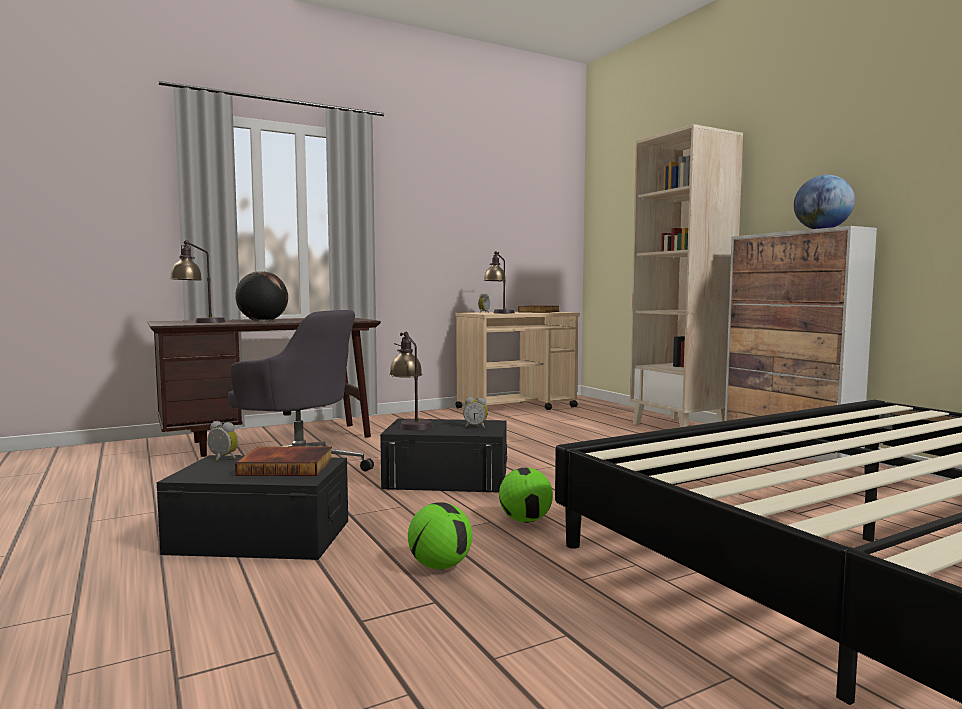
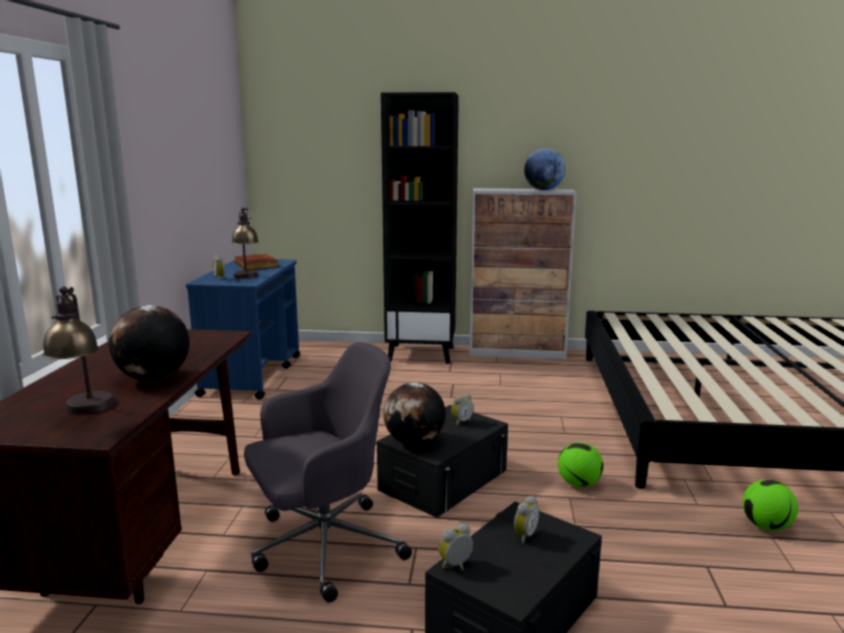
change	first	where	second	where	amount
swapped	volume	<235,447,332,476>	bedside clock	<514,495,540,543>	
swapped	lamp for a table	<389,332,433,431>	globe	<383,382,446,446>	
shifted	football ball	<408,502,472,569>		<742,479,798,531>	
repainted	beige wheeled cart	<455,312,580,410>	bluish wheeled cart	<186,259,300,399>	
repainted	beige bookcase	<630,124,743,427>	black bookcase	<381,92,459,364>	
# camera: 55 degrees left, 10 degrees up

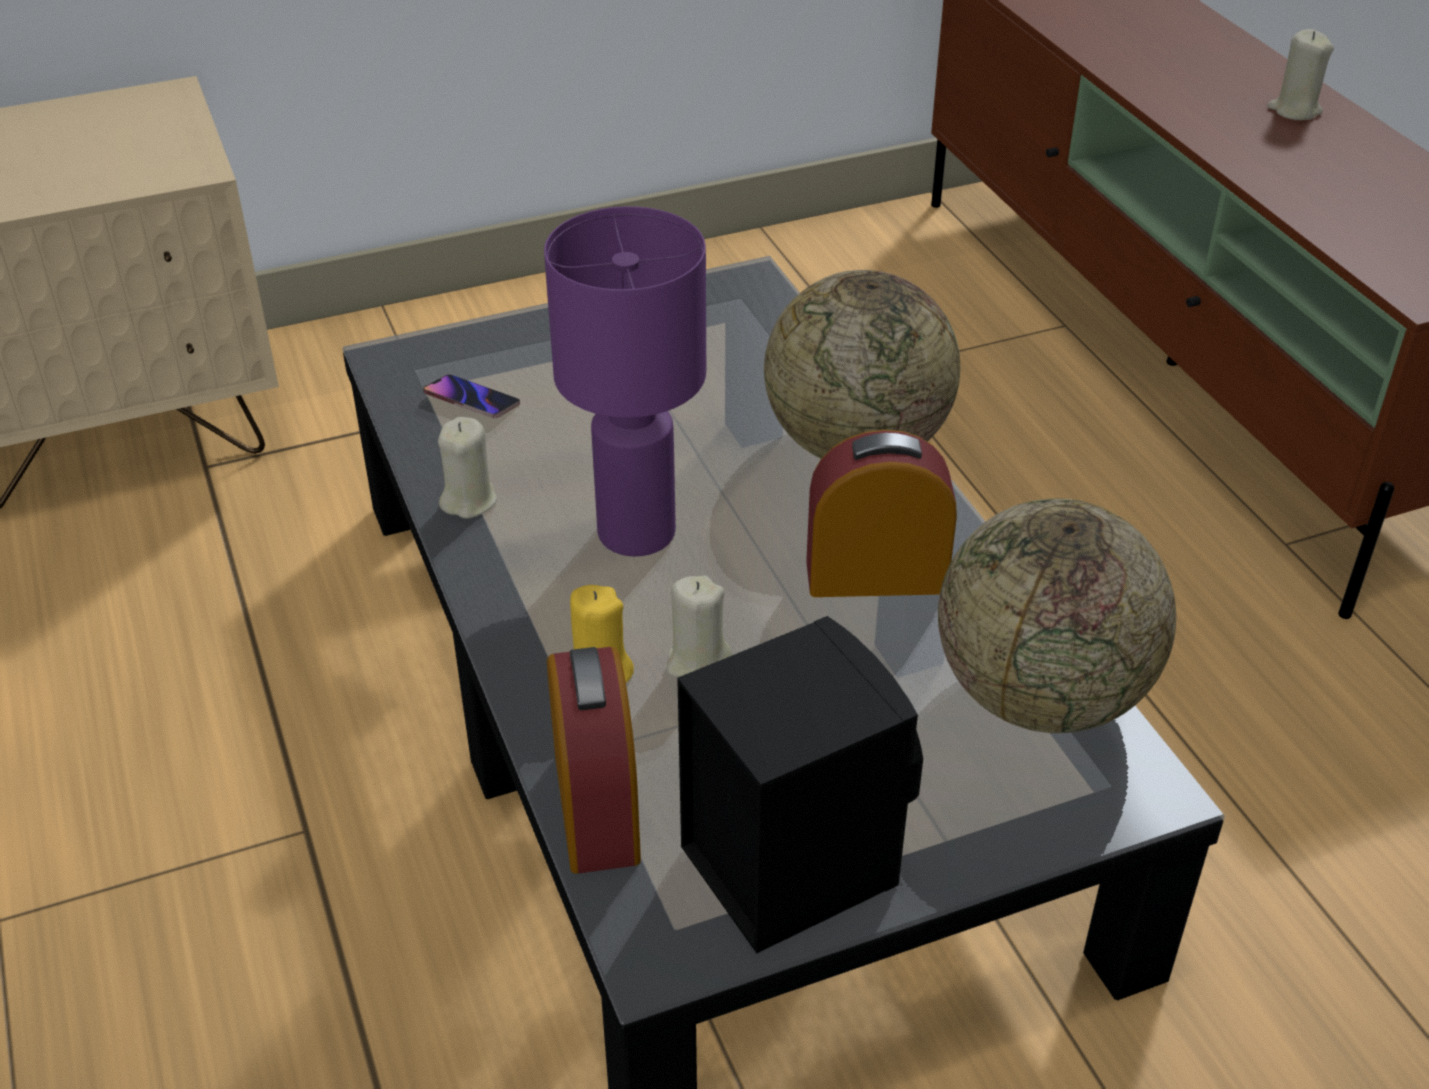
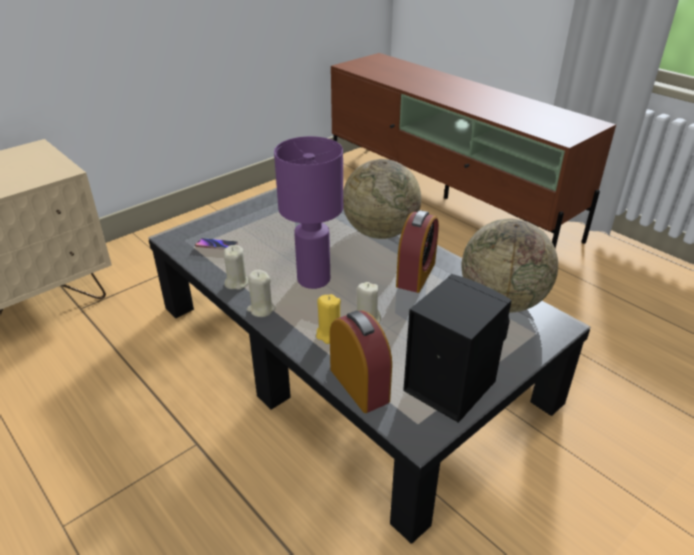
change	first	where	second	where	amount
rotated	bedside clock	<806,430,957,597>		<396,210,439,293>	135 degrees clockwise
shifted	beige wax light	<1267,29,1334,120>		<247,270,276,317>	
# camera: 20 degrees left, 5 degrees down

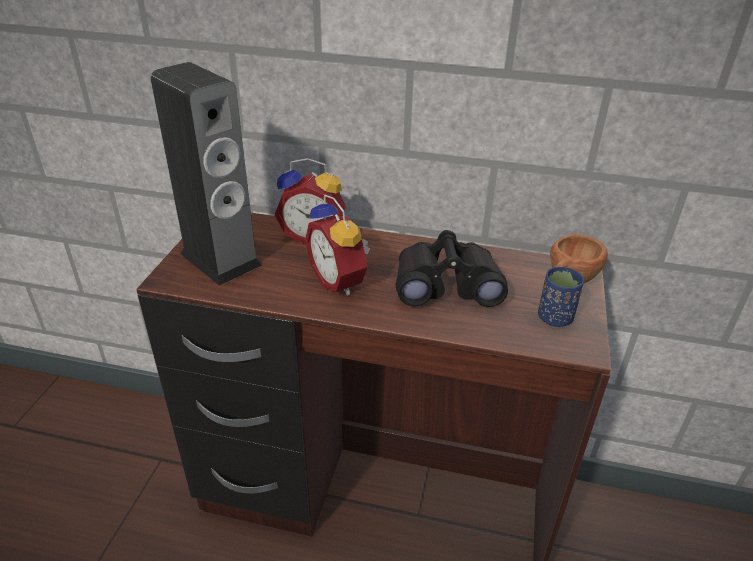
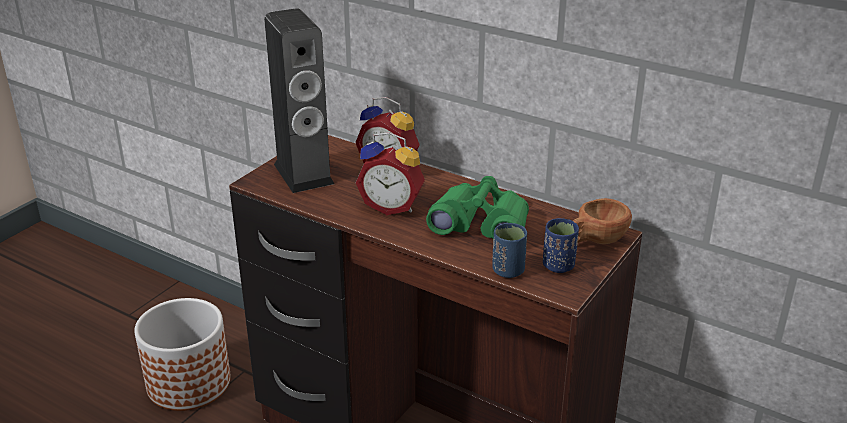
change	first	where	second	where	amount
rotated	bedside clock	<305,194,370,296>		<356,132,425,215>	60 degrees counterclockwise
repainted	black pair of binoculars	<395,230,508,307>	green pair of binoculars	<426,176,529,239>	
new			plant pot	<134,298,230,411>	
new			bluish drinking cup	<492,223,527,278>	
# camera: 20 degrees right, 5 degrees down

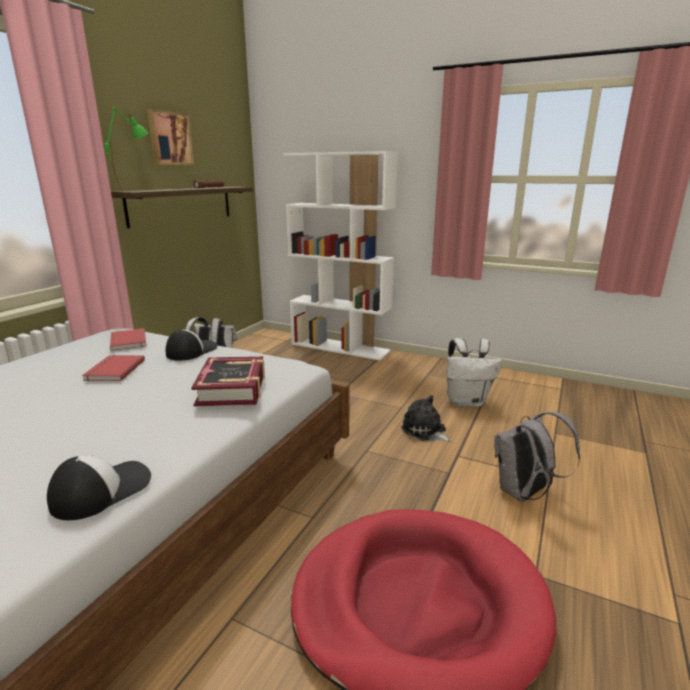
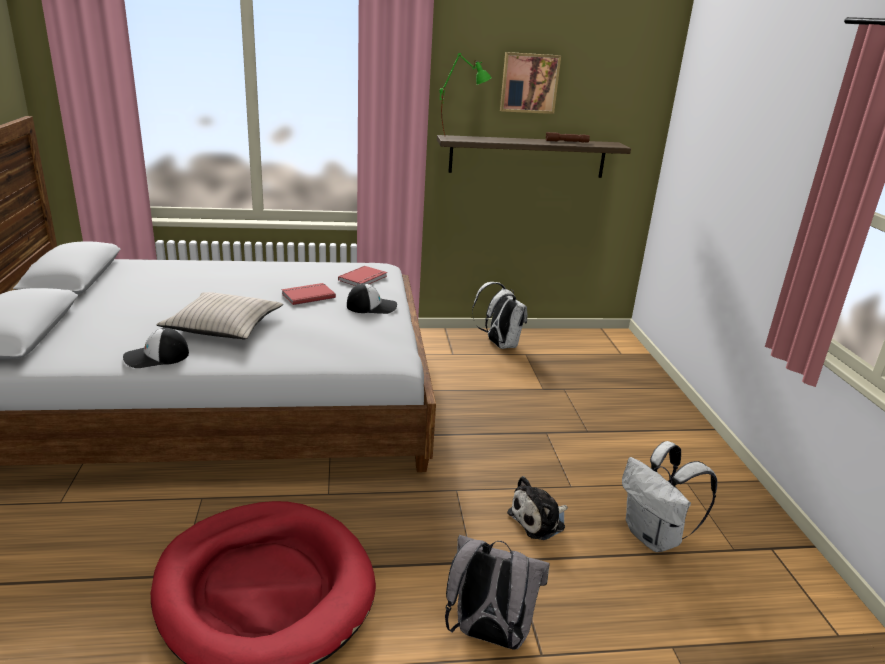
change	first	where	second	where	amount
rotated	peaked cap	<47,455,151,520>		<123,328,189,368>	150 degrees clockwise
gone	volume	<191,356,265,406>			
gone	white-coloured bookcase	<283,151,398,360>			
rotated	soft toy	<401,395,452,442>		<507,476,568,540>	135 degrees counterclockwise
new			beige throw pillow	<156,292,283,339>	
# camera: 55 degrees right, 5 degrees up

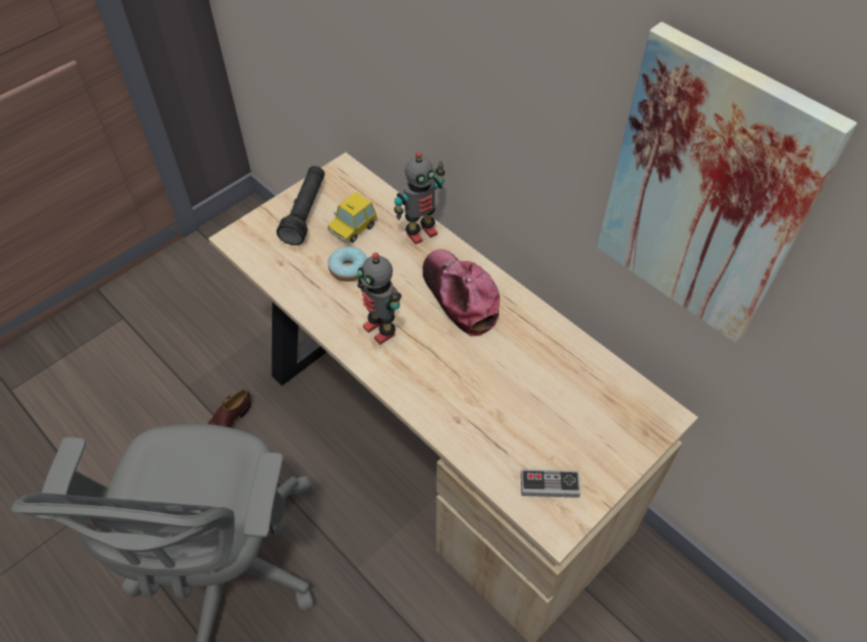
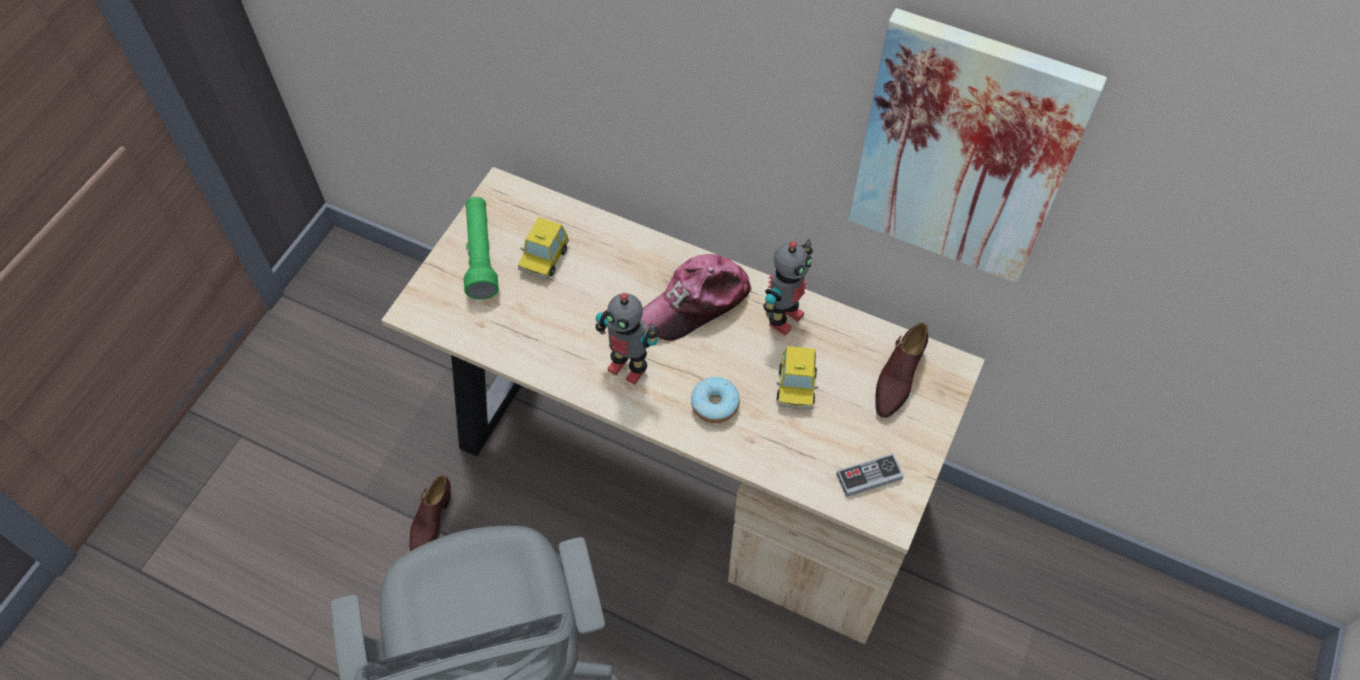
change	first	where	second	where	amount
repainted	black hand torch	<276,166,325,245>	green hand torch	<464,197,499,300>	
shifted	donut	<328,247,367,282>		<691,377,740,423>	
shifted	robot figure	<394,152,445,245>		<763,239,813,336>	
rotated	peaked cap	<423,249,500,336>		<641,254,752,341>	75 degrees counterclockwise
new			miniature car	<776,346,818,409>	
new			brown-coloured item of footwear	<875,322,928,418>	
# camera: 20 degrees left, 5 degrees up

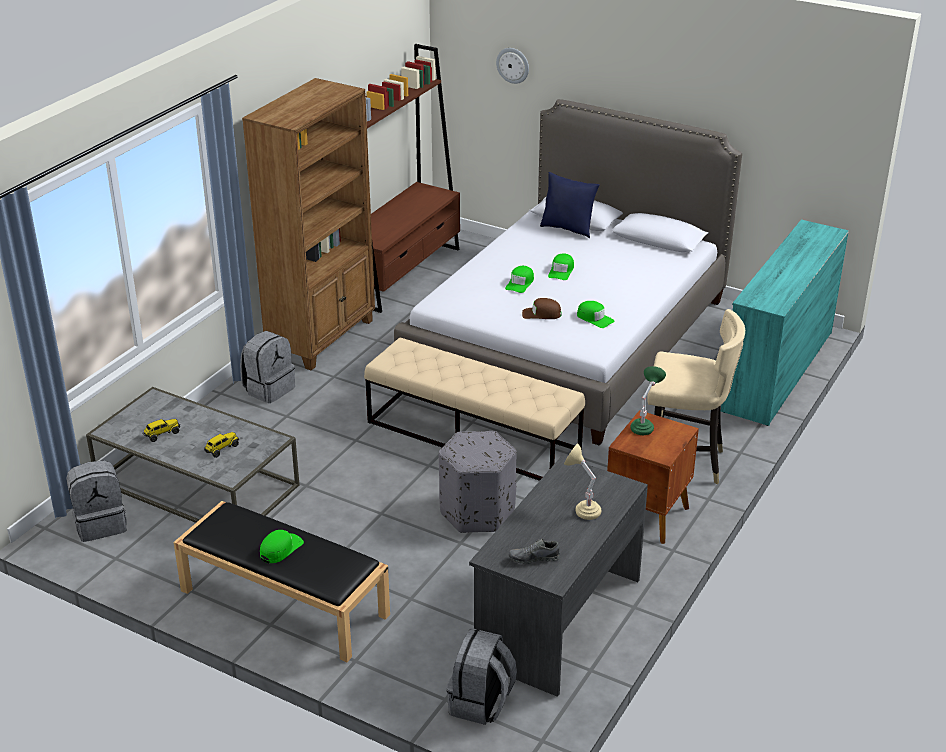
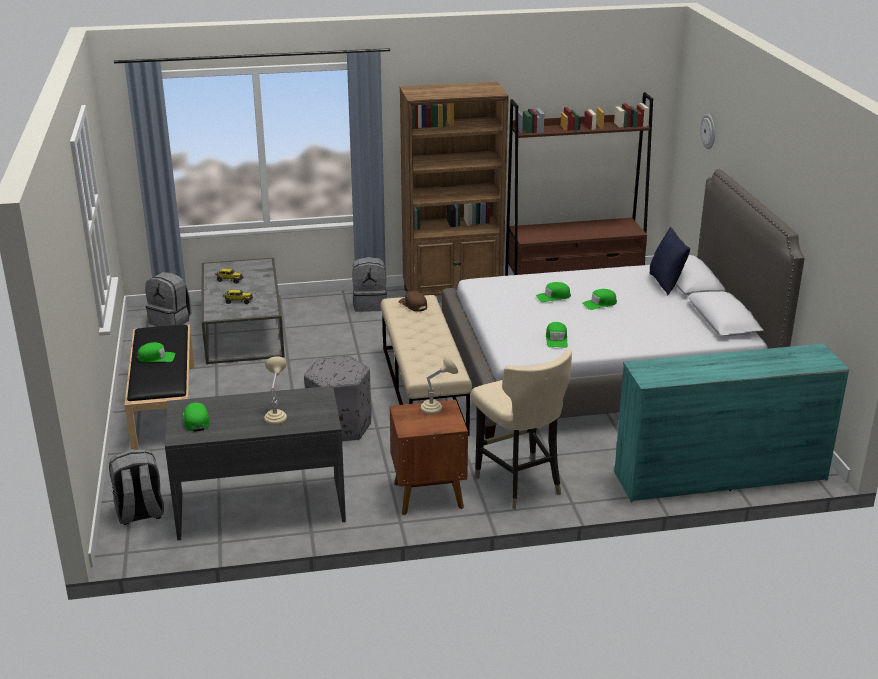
change	first	where	second	where	amount
swapped	grey item of footwear	<509,539,560,564>	green peaked cap	<183,403,210,432>	
shifted	brown-coloured peaked cap	<522,298,562,319>		<398,291,427,312>	
repainted	green lamp for a table	<630,366,666,435>	beige lamp for a table	<421,355,458,415>	
# camera: 50 degrees right, 5 degrees down

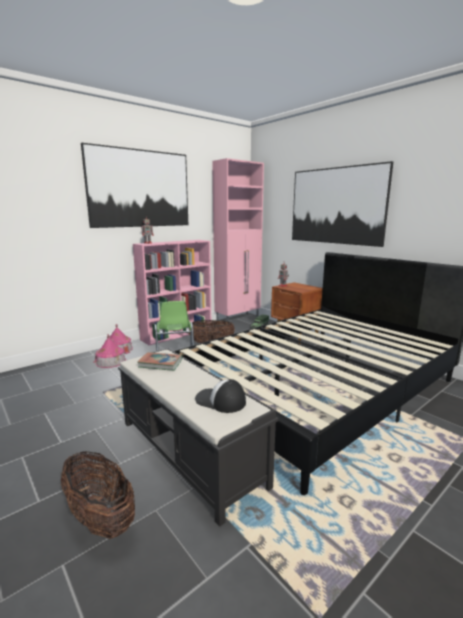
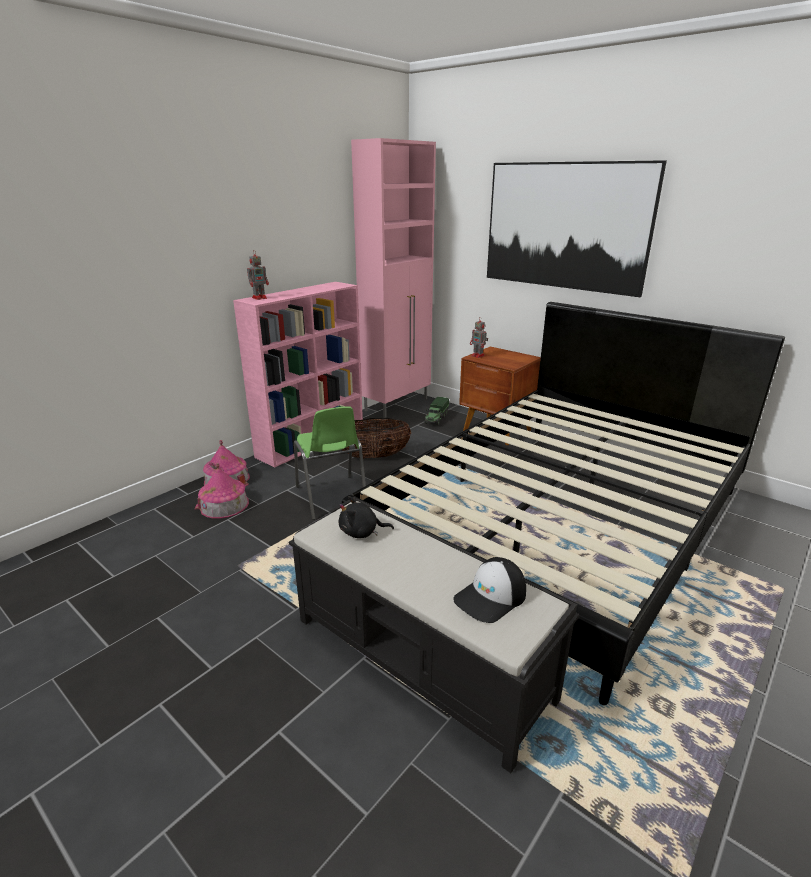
change	first	where	second	where	amount
gone	storage basket	<61,451,135,539>			
gone	picture	<81,143,188,228>			
swapped	volume	<137,352,182,371>	black soft toy	<339,496,394,538>	
rotated	peaked cap	<195,379,246,413>		<453,557,526,623>	60 degrees counterclockwise
# camera: 10 degrees left, 10 degrees up

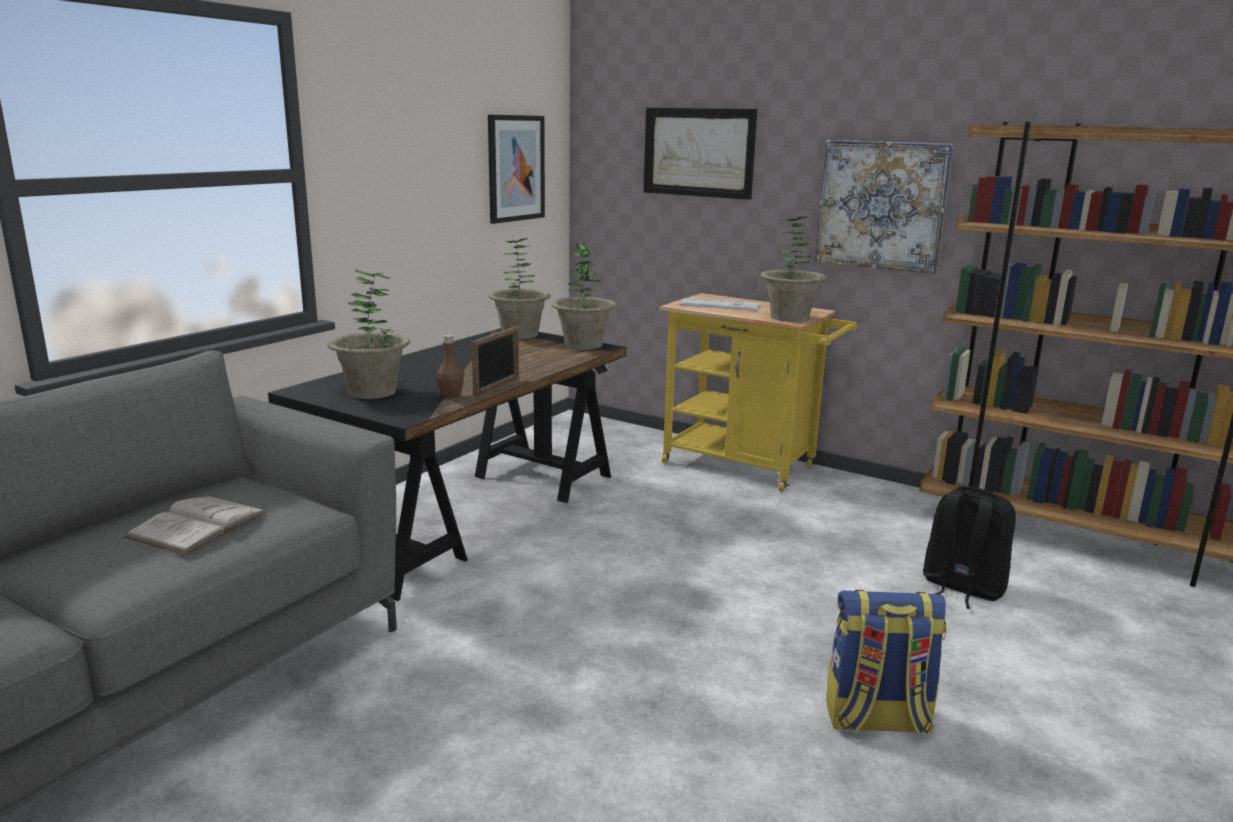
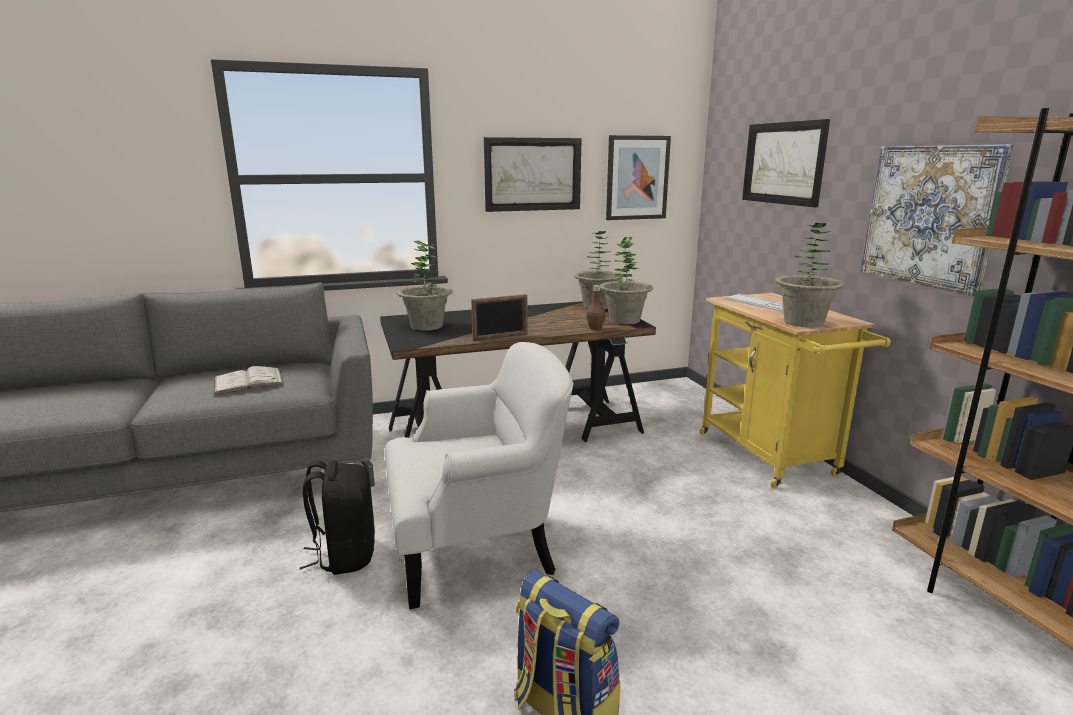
change	first	where	second	where	amount
shifted	brown-coloured bottle	<436,335,464,399>		<586,285,606,330>	
shifted	black knapsack	<923,486,1016,609>		<300,460,375,575>	
new			white-coloured lounge chair	<385,342,573,609>	
new			picture	<484,137,582,212>	
# camera: 40 degrees right, 0 degrees up

